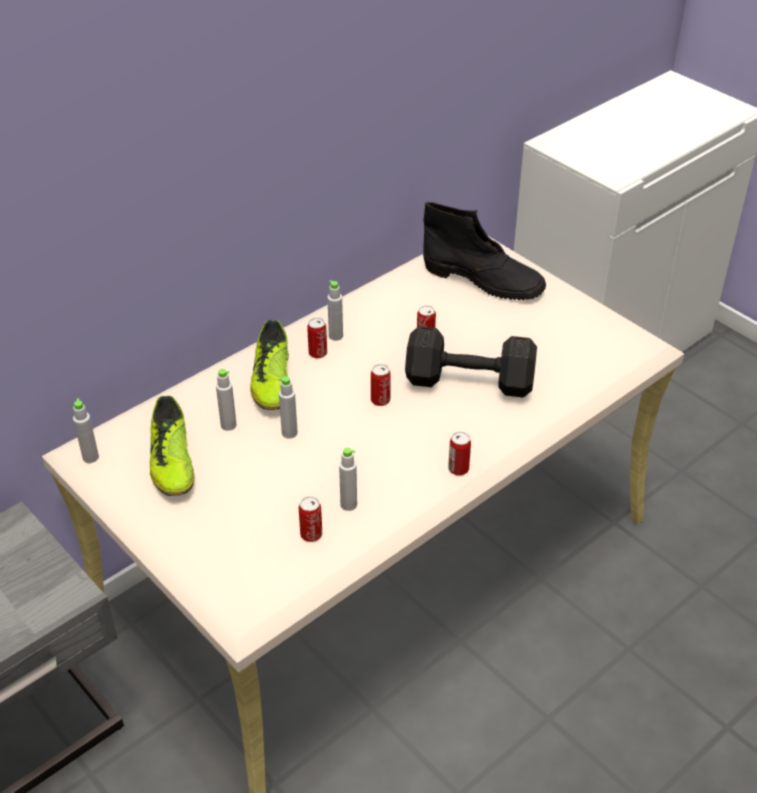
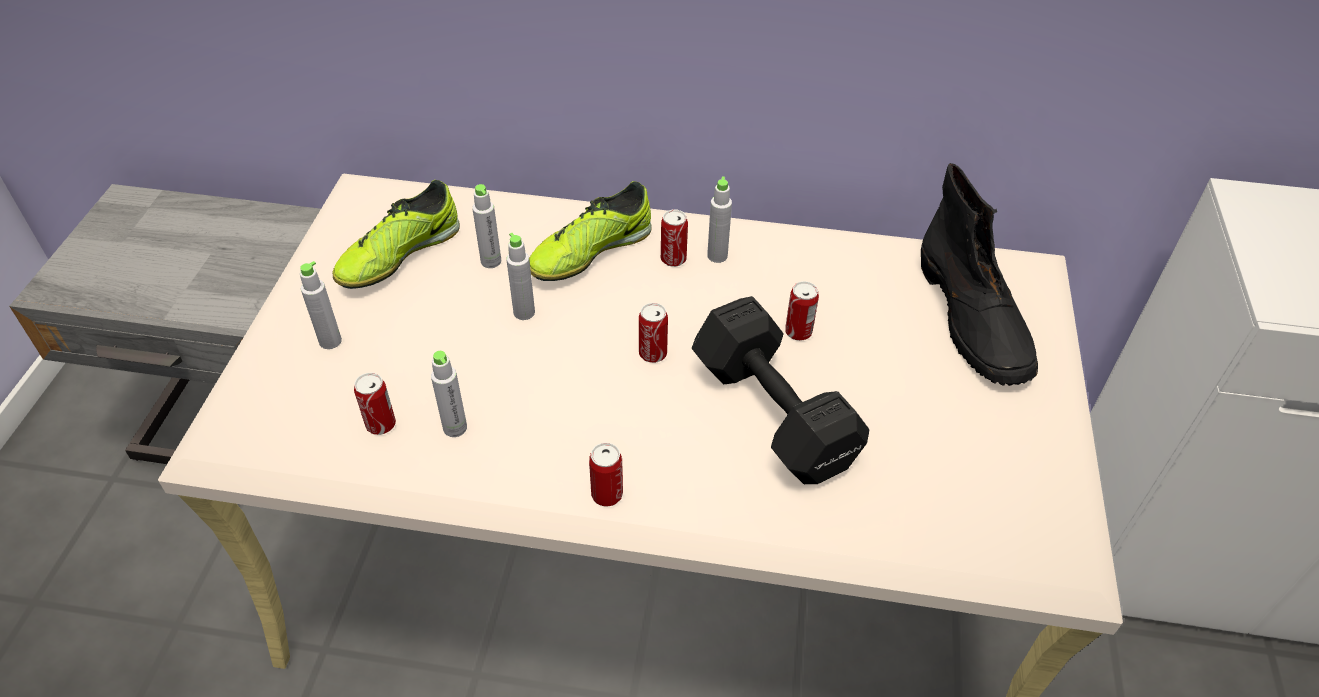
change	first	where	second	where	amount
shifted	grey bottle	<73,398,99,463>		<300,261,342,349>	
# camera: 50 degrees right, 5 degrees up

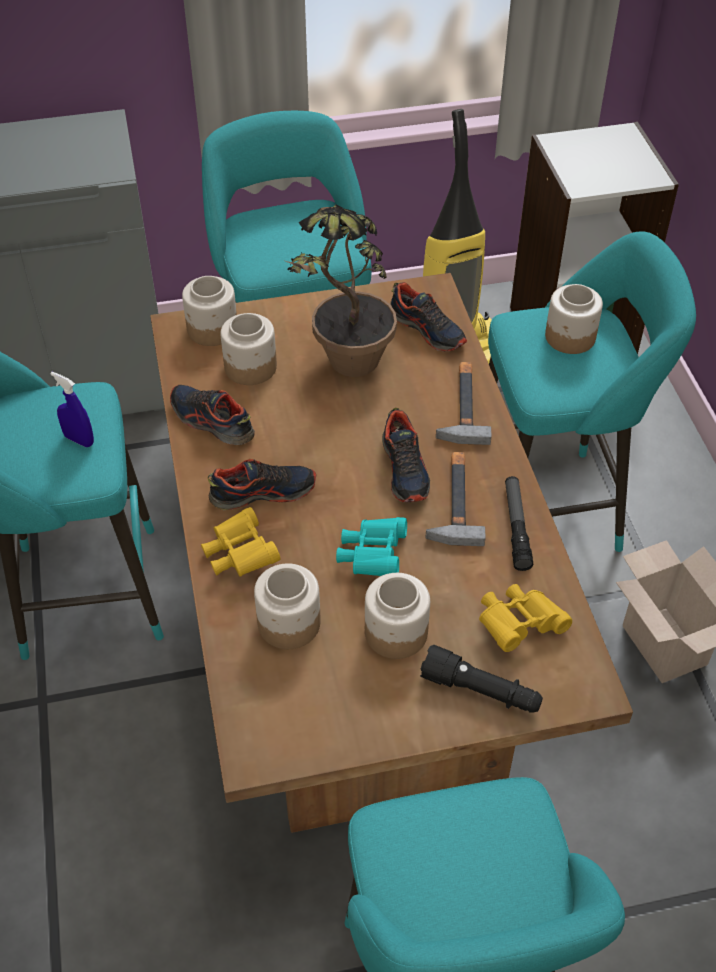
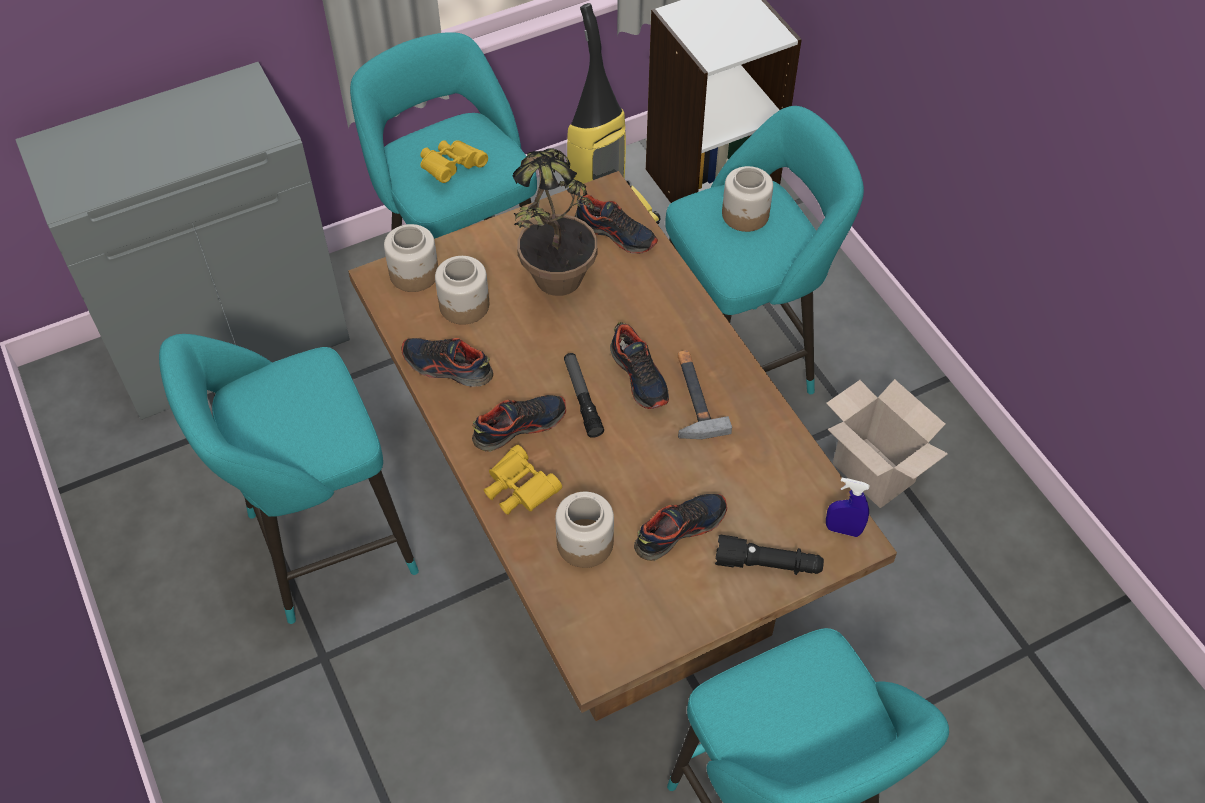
change	first	where	second	where	amount
shifted	bluish hand sprayer	<50,372,94,447>		<826,478,870,537>	
gone	turquoise pair of binoculars	<336,517,407,576>			
swapped	storage jar	<365,573,430,659>	item of footwear	<634,494,727,561>	
gone	tool hammer	<436,362,492,445>			
shifted	yellow-coloured pair of binoculars	<479,584,572,652>		<420,140,488,183>	
shifted	hand torch	<505,476,533,571>		<564,353,604,438>	
# camera: 15 degrees left, 5 degrees up

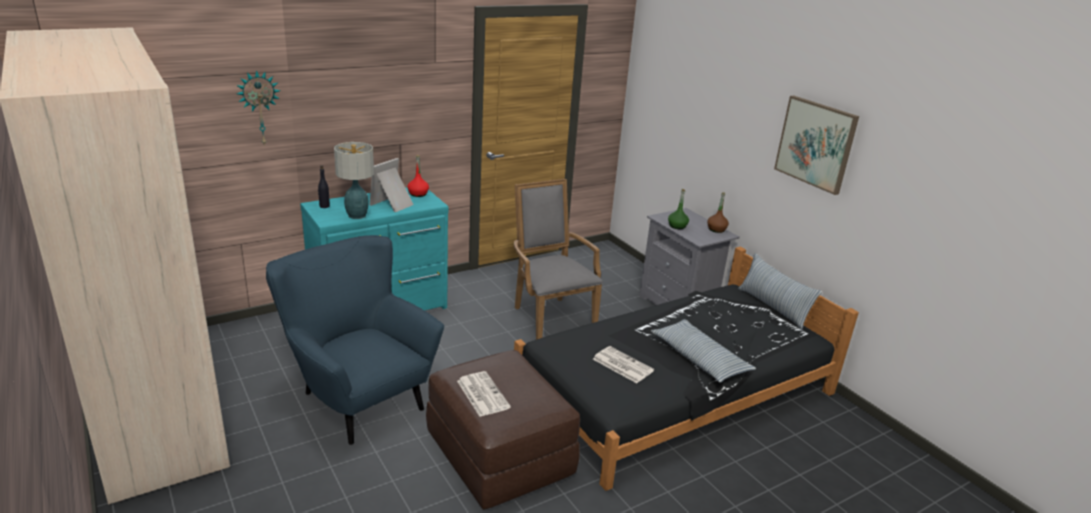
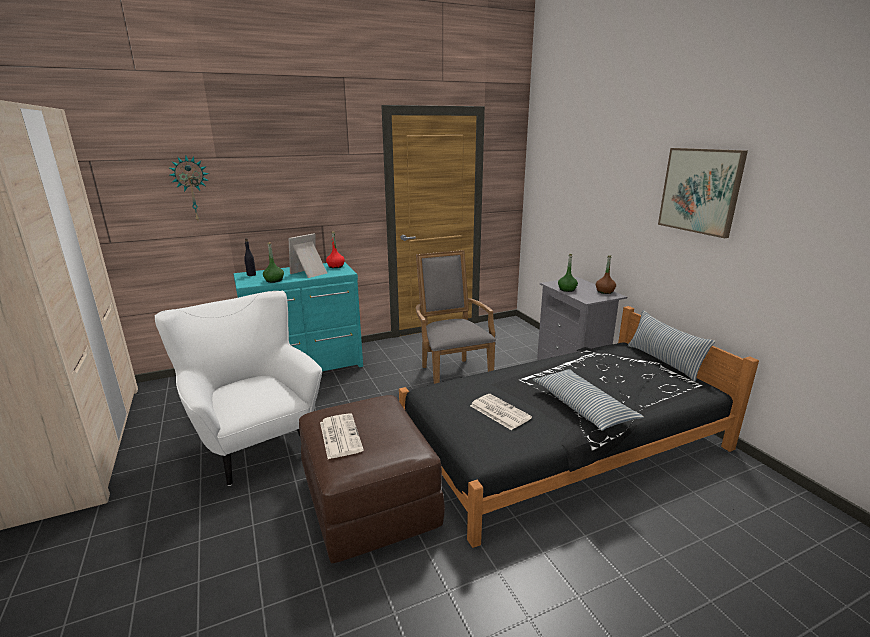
change	first	where	second	where	amount
repainted	bluish lounge chair	<266,235,444,445>	white-coloured lounge chair	<155,291,322,486>	
swapped	lamp for a table	<334,142,374,219>	green bottle	<263,242,284,283>	
# camera: 10 degrees right, 5 degrees down

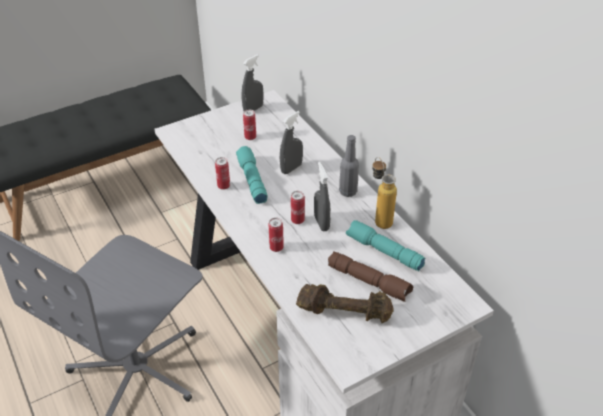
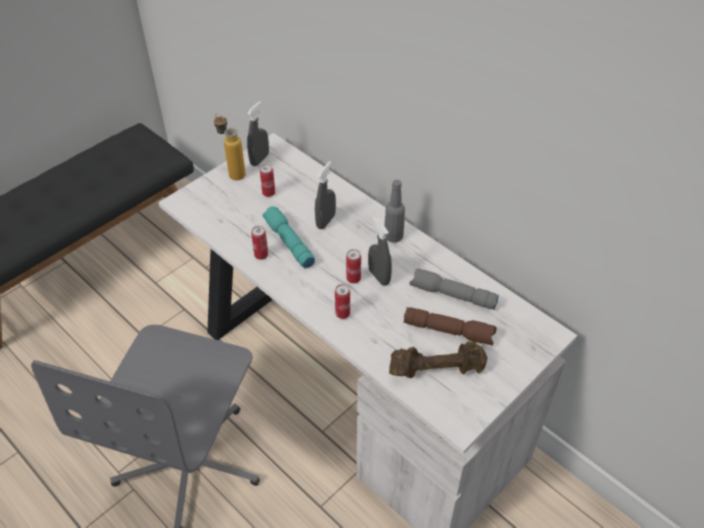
change	first	where	second	where	amount
repainted	turquoise hand torch	<346,220,426,271>	grey hand torch	<409,268,499,310>	
shifted	bottle	<372,157,397,229>		<214,113,246,180>	
# camera: 15 degrees left, 5 degrees up

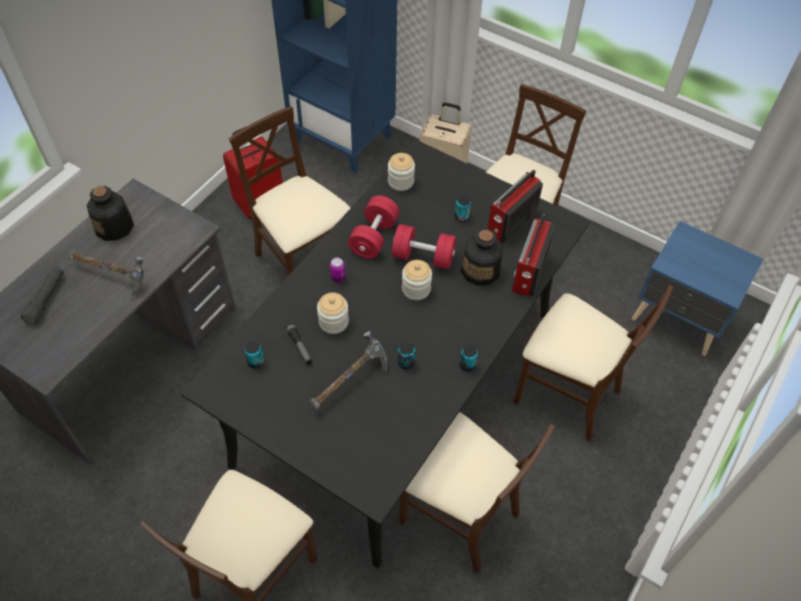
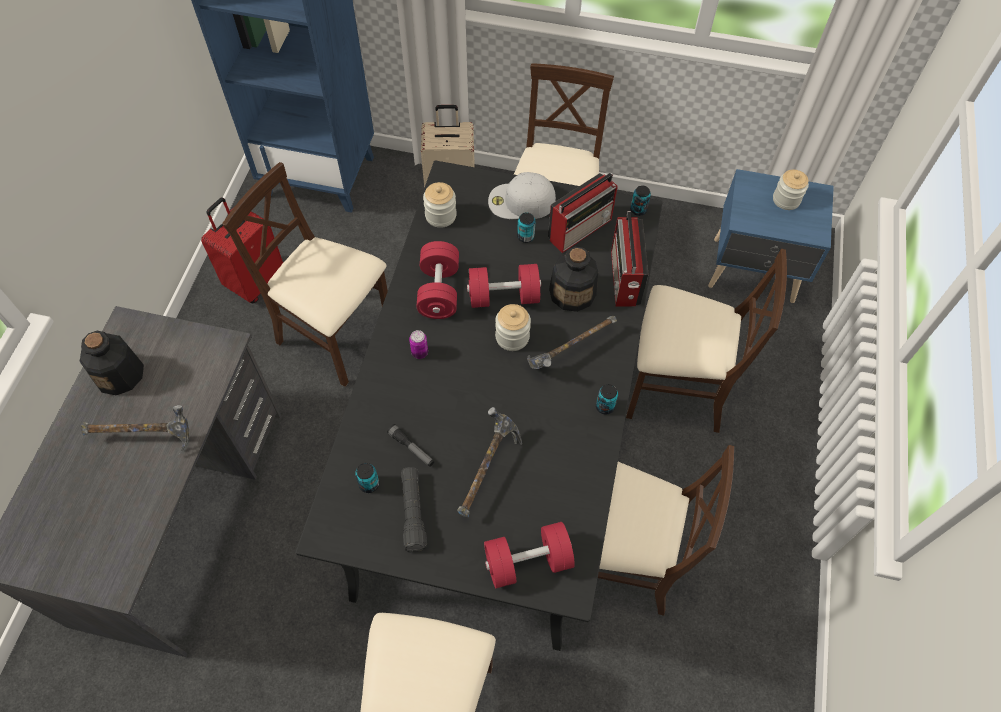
change	first	where	second	where	amount
shifted	black hand torch	<21,266,64,325>		<401,467,427,552>	
shifted	storage jar	<317,293,349,334>		<773,170,809,210>	
shifted	sealed can	<398,342,415,369>		<630,186,651,216>	
rotated	radio set	<488,170,543,244>		<548,173,618,253>	150 degrees counterclockwise
new			red hand weight	<484,522,575,588>	
new			white-coloured peaked cap	<488,172,556,219>	
new			tool hammer	<527,316,617,369>	
# camera: 20 degrees left, 5 degrees up

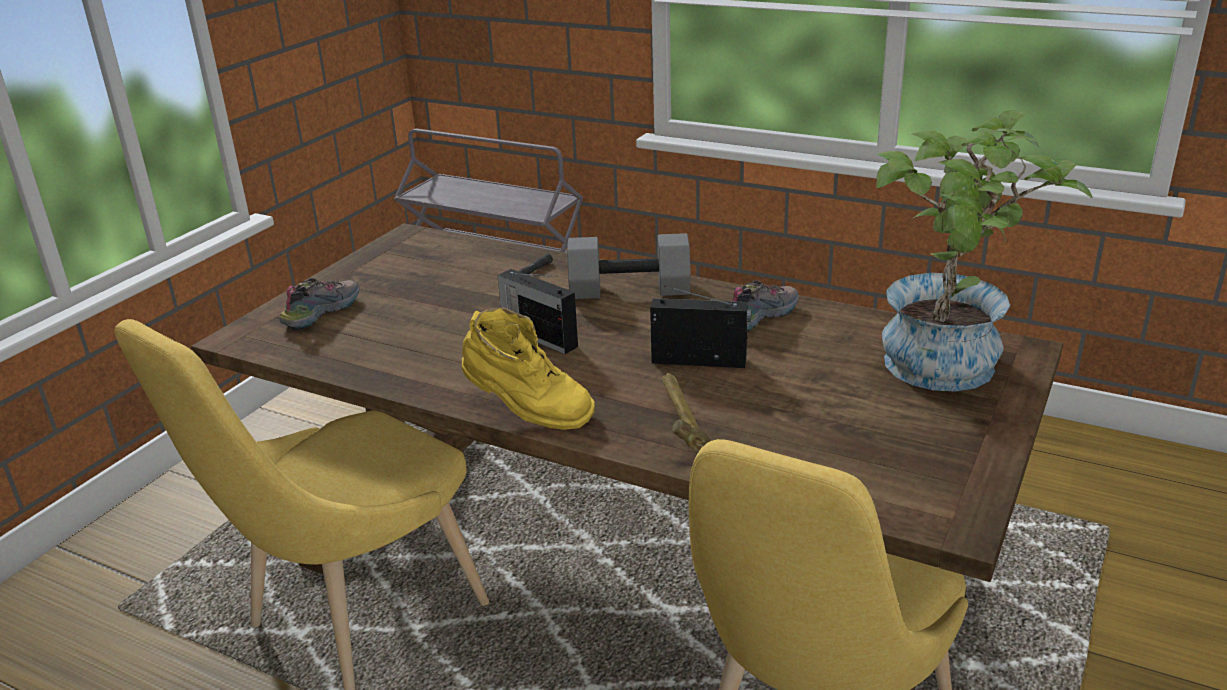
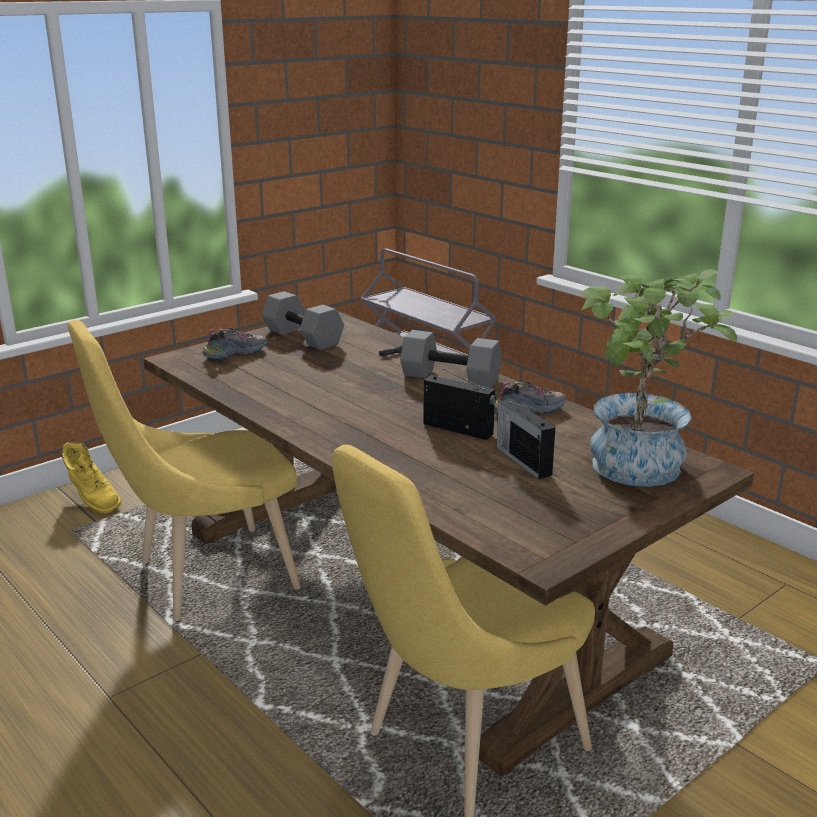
change	first	where	second	where	amount
shifted	yellow-coloured high-top boot	<461,307,595,430>		<62,442,122,513>	
shifted	radio set	<498,269,578,354>		<497,399,555,479>	
gone	tool hammer	<662,373,712,452>			
new			grey hand weight	<262,291,344,350>	
# camera: 20 degrees right, 5 degrees down

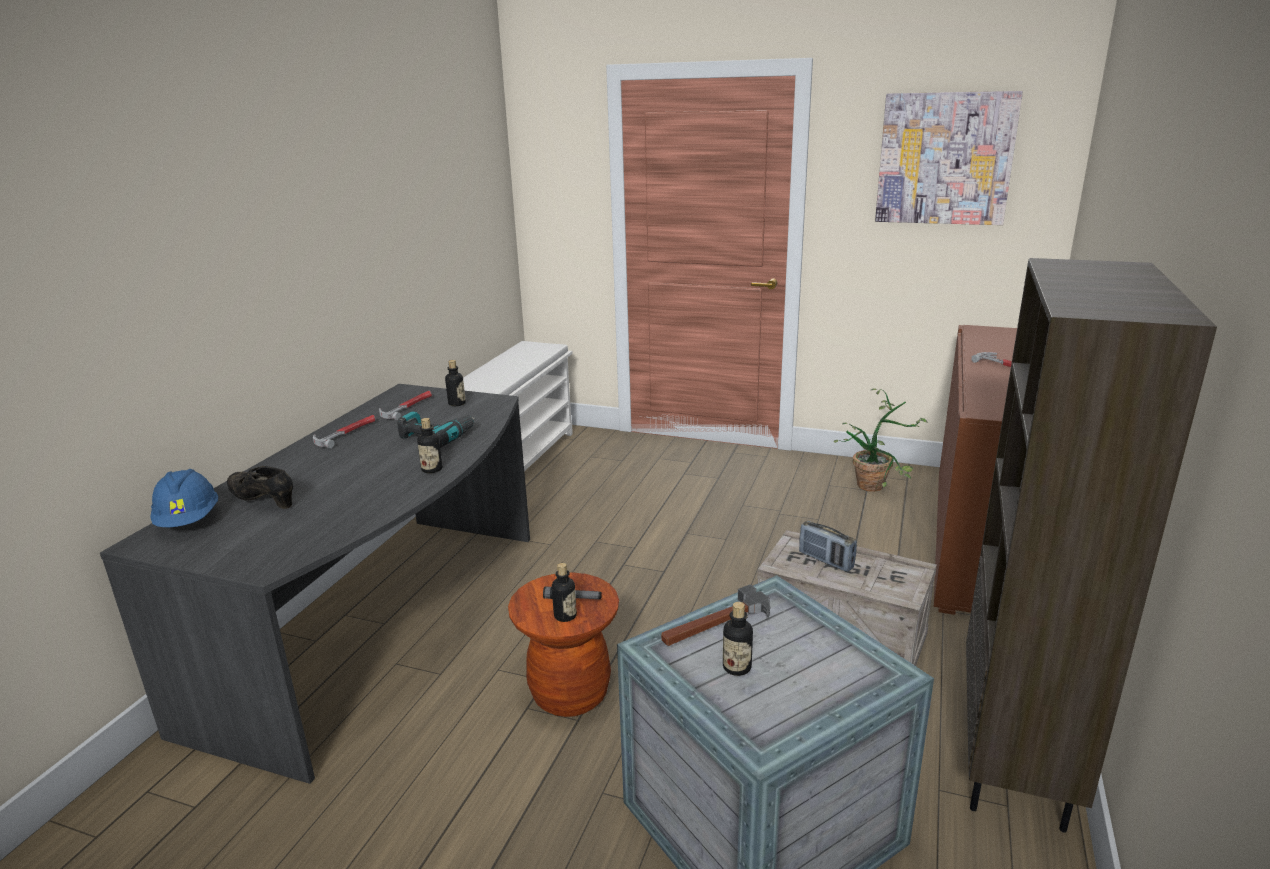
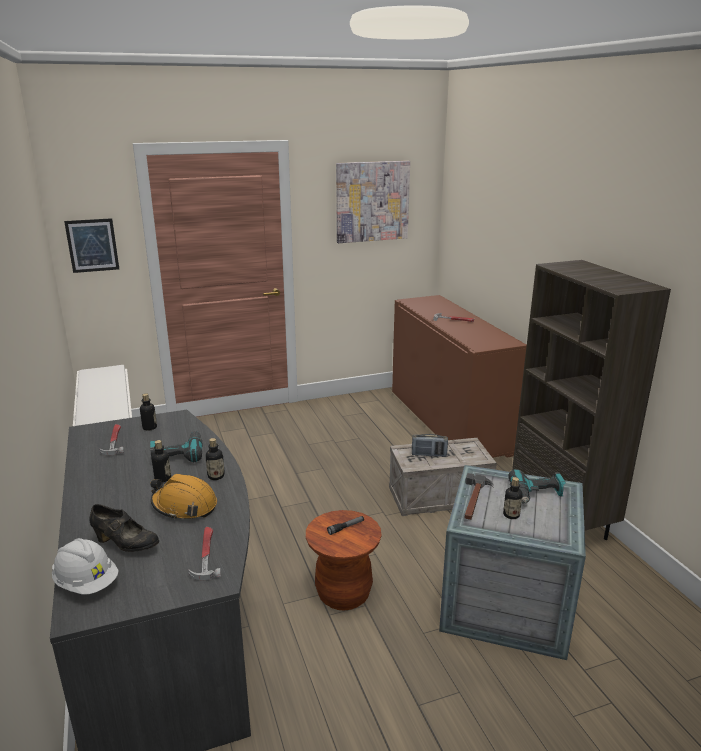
change	first	where	second	where	amount
repainted	bluish work helmet	<150,469,218,527>	white-coloured work helmet	<52,538,118,595>	
rotated	black item of footwear	<227,466,293,509>		<90,504,159,552>	150 degrees counterclockwise
shifted	tool hammer	<313,415,375,448>		<188,527,221,580>	
shifted	bottle	<552,563,577,622>		<152,440,171,482>	
gone	potted plant	<834,388,927,492>			
new			picture	<64,218,119,273>	
new			orange-coloured work helmet	<150,474,217,520>	
new			electric drill	<508,469,566,504>	
# camera: 40 degrees left, 0 degrees up

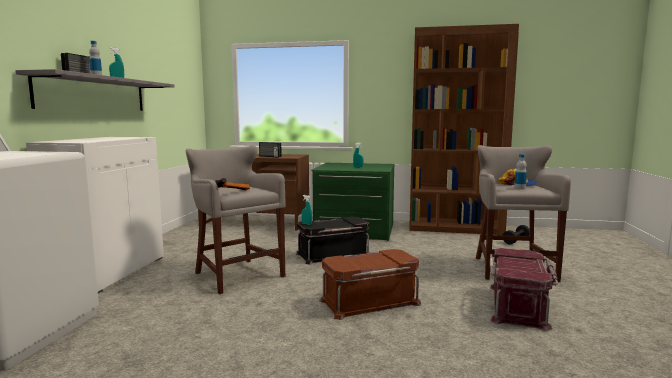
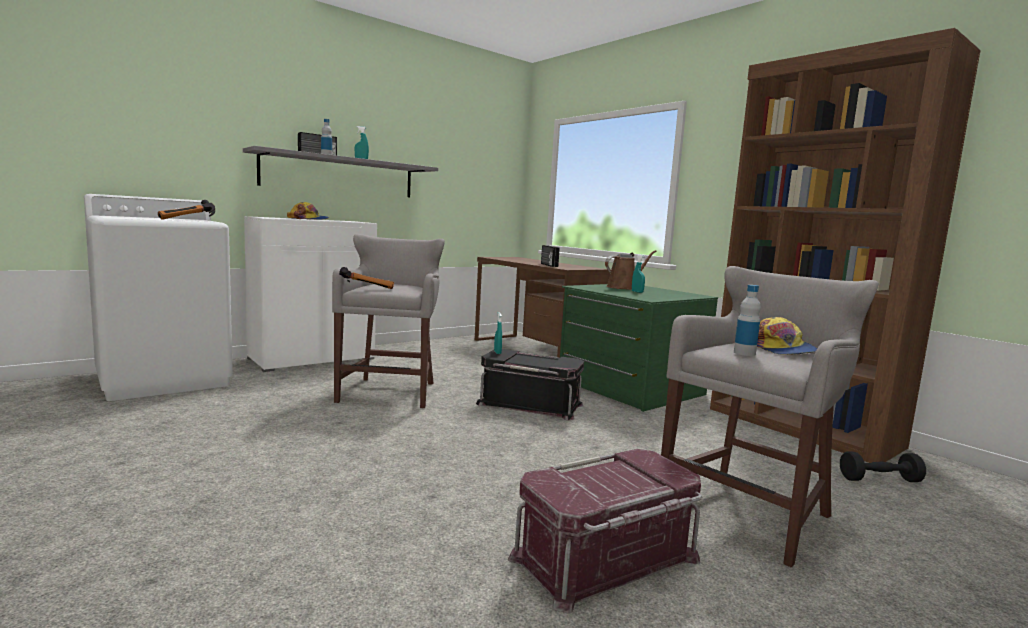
change	first	where	second	where	amount
gone	brown-coloured storage container	<319,249,421,320>			
new			tool hammer	<158,200,215,220>	
new			peaked cap	<287,202,330,220>	
new			brown-coloured sprinkling can	<605,250,656,290>	
# camera: 40 degrees right, 0 degrees up

